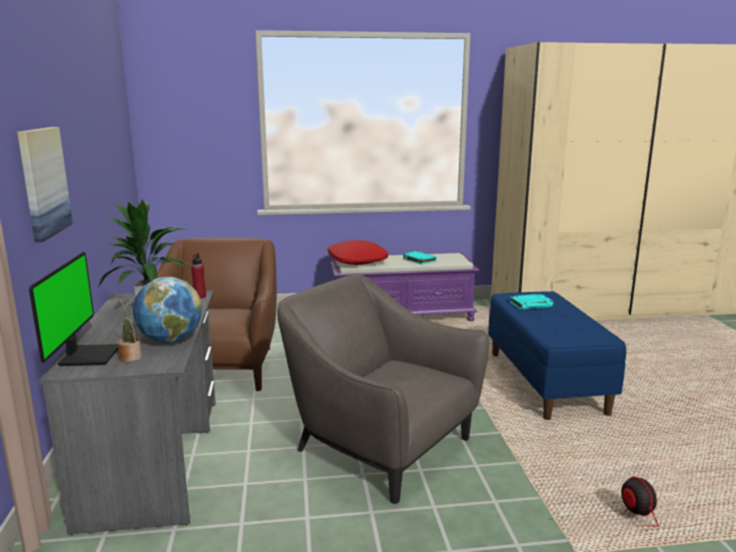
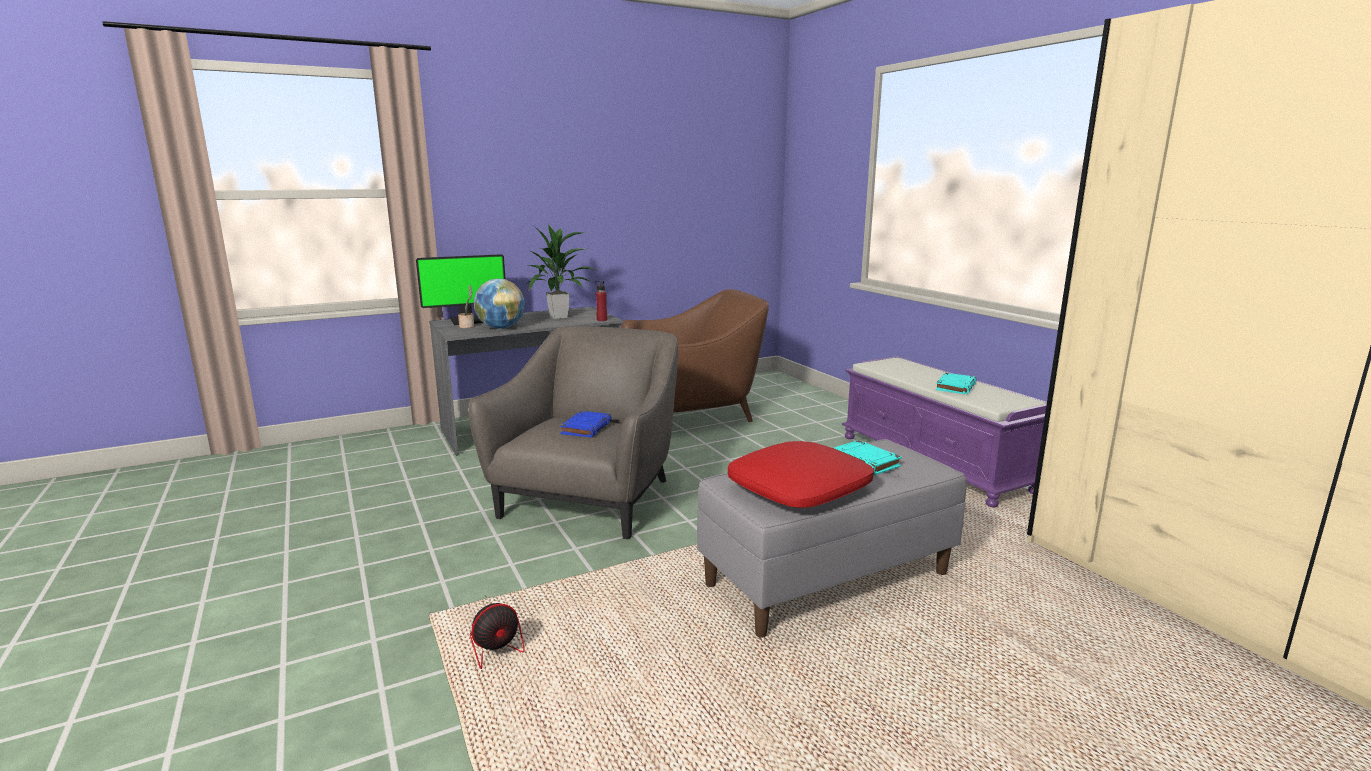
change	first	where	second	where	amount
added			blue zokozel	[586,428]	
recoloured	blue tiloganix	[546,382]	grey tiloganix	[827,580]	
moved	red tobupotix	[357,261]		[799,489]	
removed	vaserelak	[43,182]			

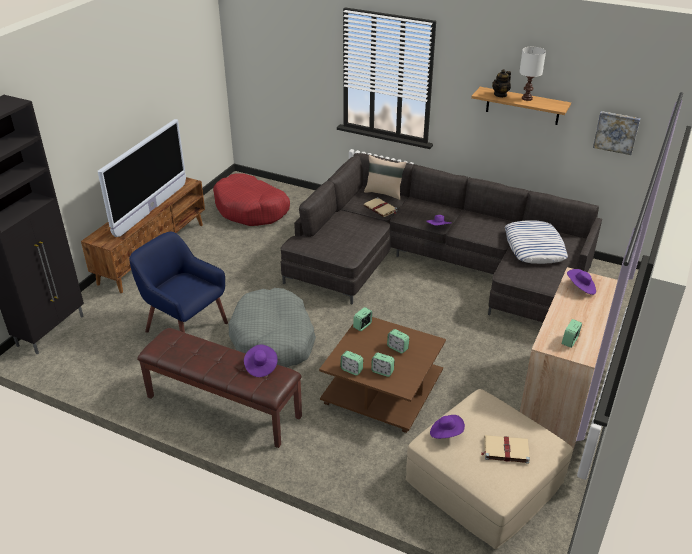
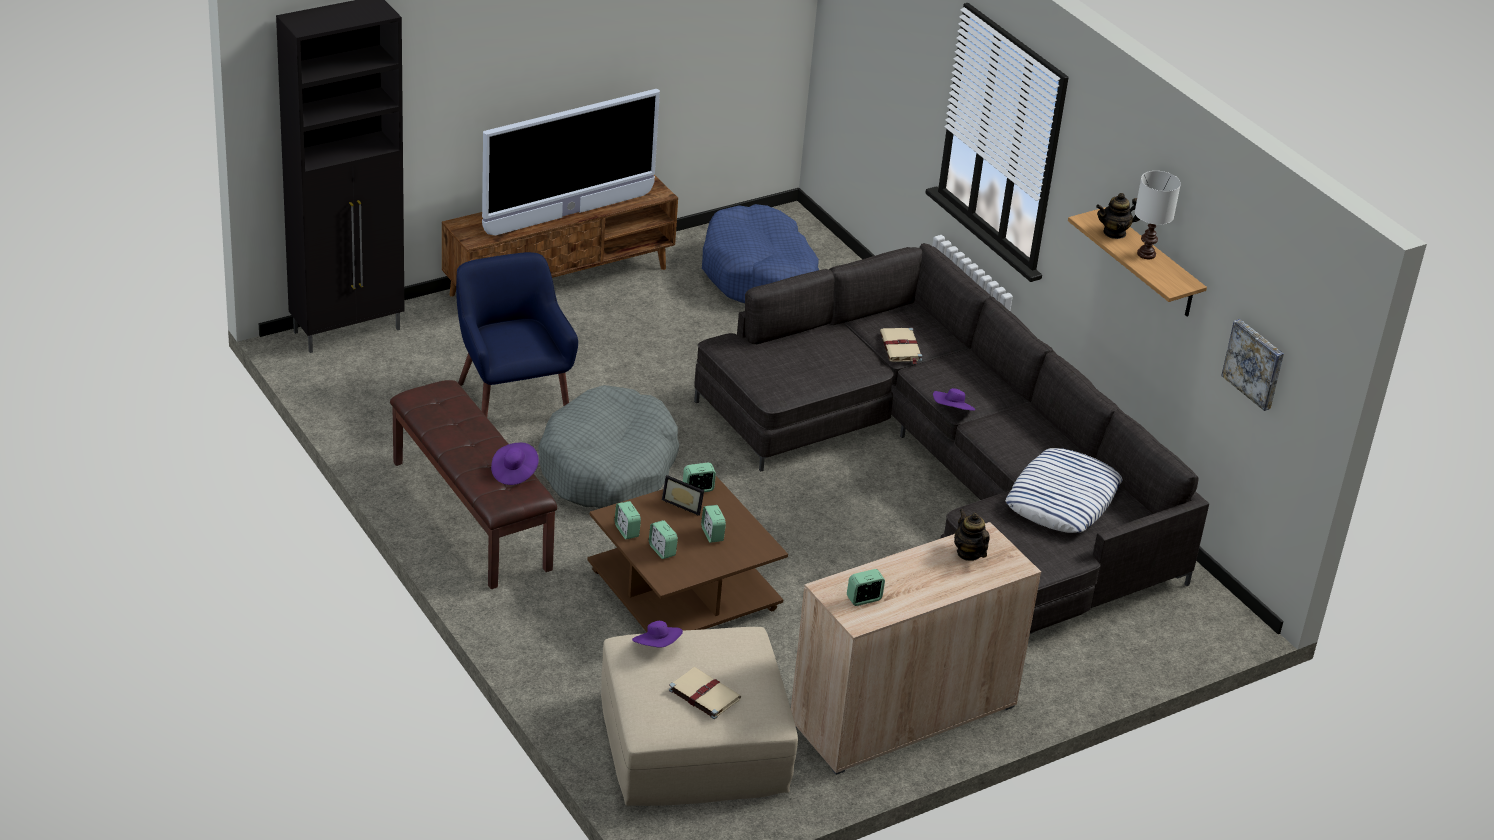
change	first	where	second	where	amount
added			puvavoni	[684,504]	
recoloured	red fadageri	[251,209]	blue fadageri	[759,274]	
replaced	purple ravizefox	[581,288]	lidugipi	[969,553]	
removed	beige tobupotix	[384,193]			

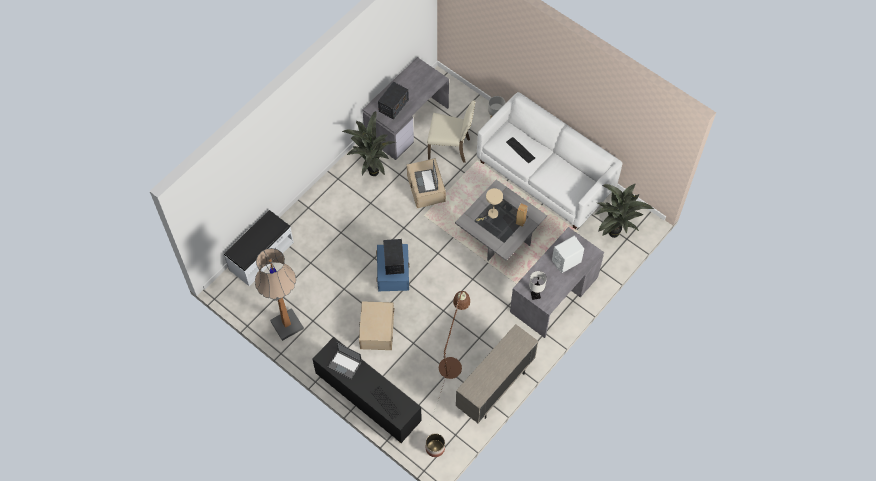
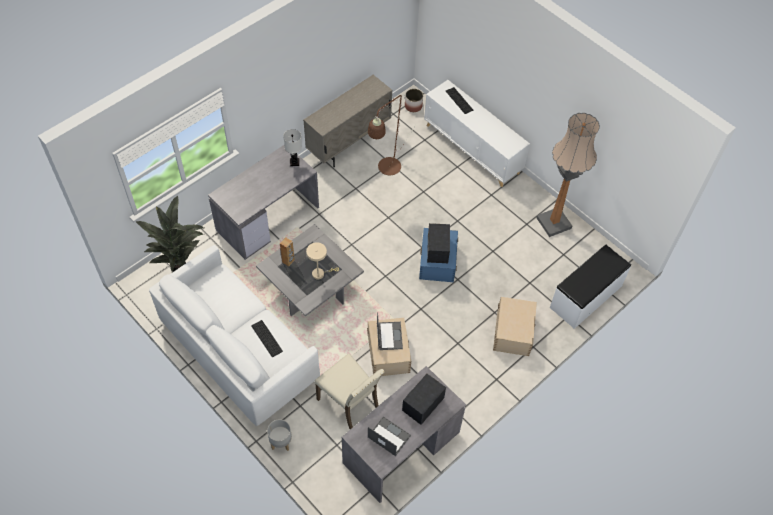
change	first	where	second	where	amount
turned	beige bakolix	[450,148]		[350,403]	150 degrees counterclockwise
moved	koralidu	[345,364]		[388,436]	
recoloured	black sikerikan	[368,400]	white sikerikan	[472,149]	
moved	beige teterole	[376,330]		[513,332]	
removed	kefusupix	[371,172]			
removed	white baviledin	[566,261]			

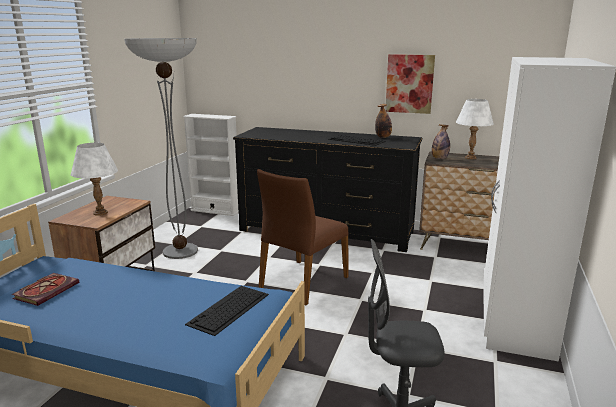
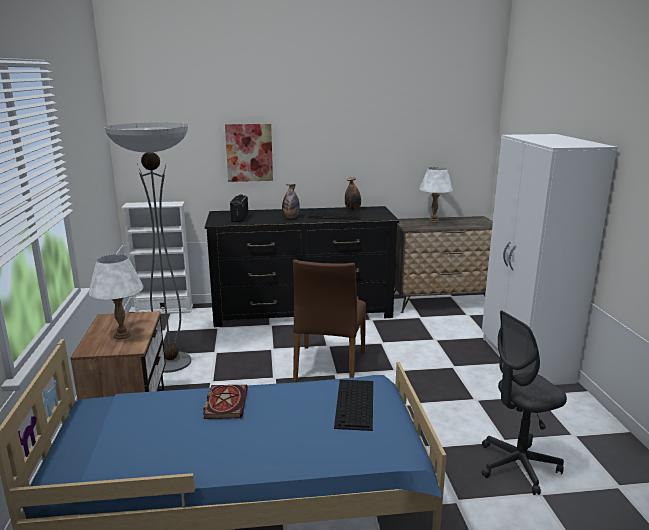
change	first	where	second	where	amount
moved	zokozel	[47,290]		[225,403]	
moved	vaserelak	[409,84]		[249,152]	
added			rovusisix	[239,218]	
moved	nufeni	[439,158]		[291,217]	

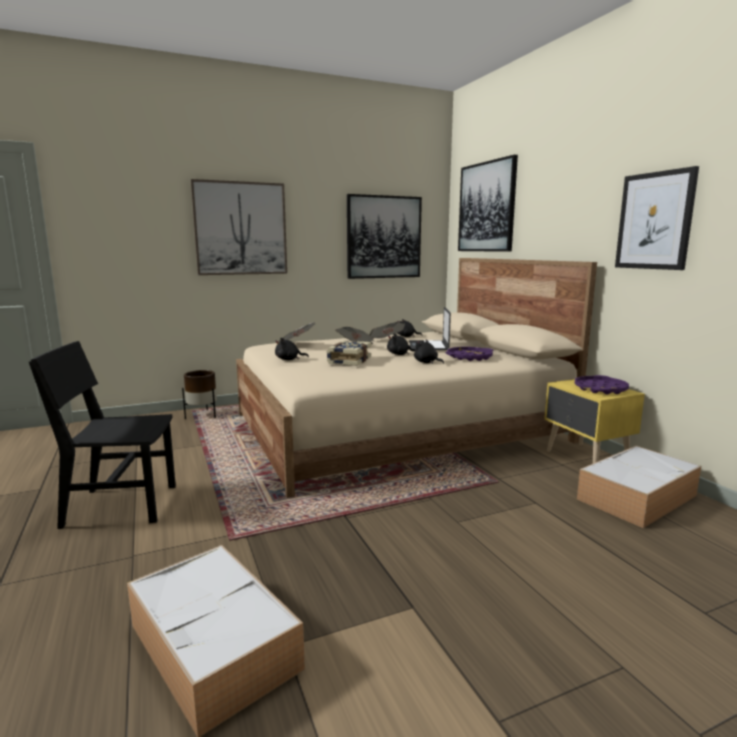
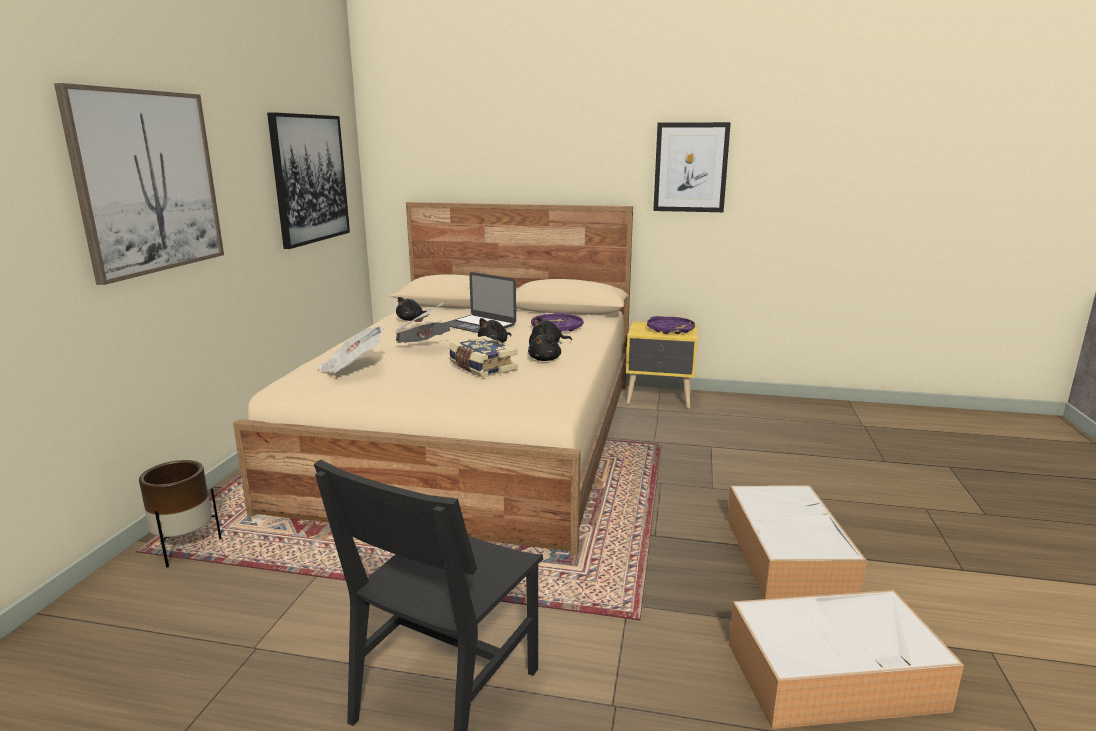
change	first	where	second	where	amount
moved	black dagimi	[289,359]		[545,359]	
moved	teterole	[637,496]		[785,555]	
removed	vaserelak	[486,207]			

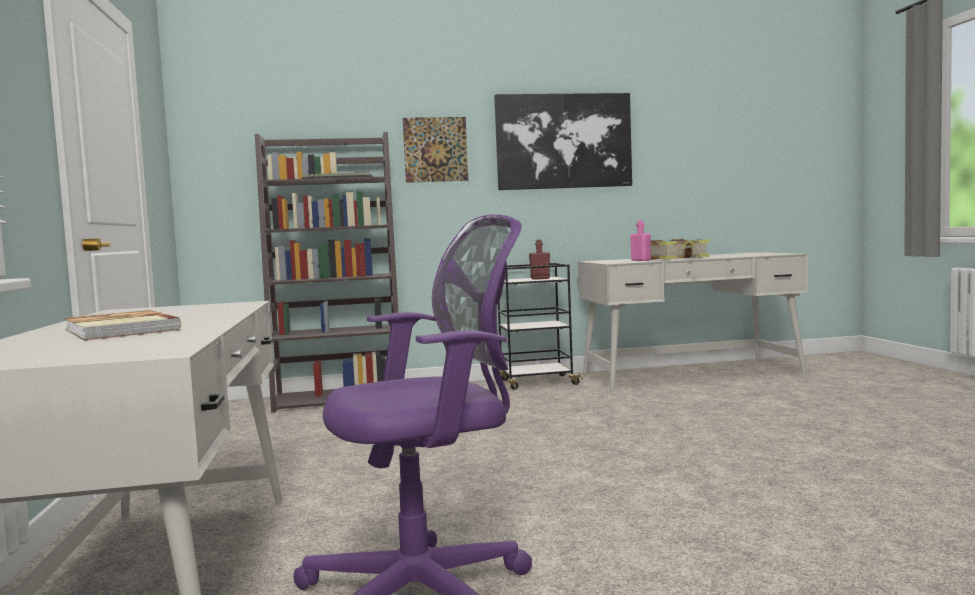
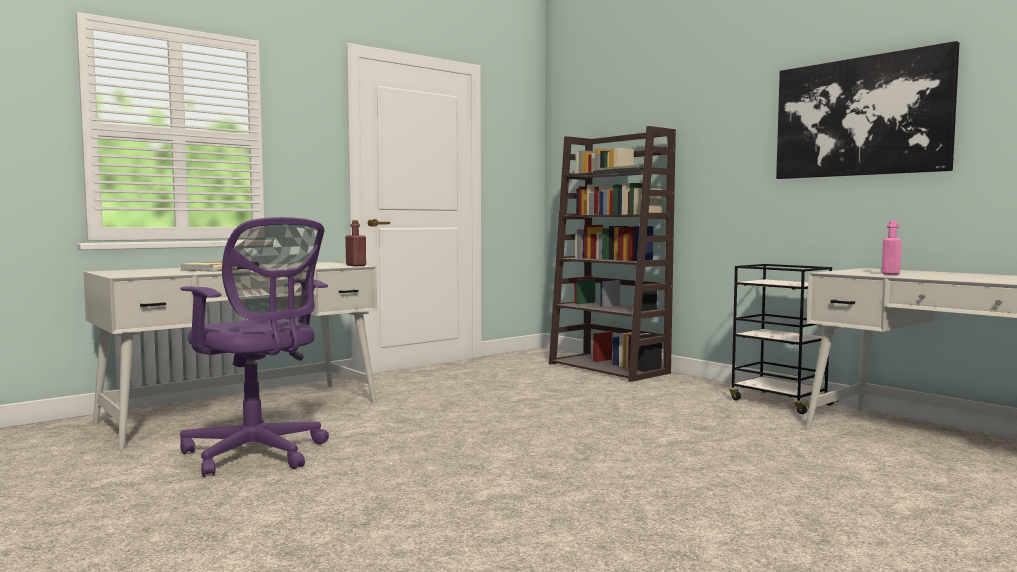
change	first	where	second	where	amount
moved	red nufeni	[540,279]		[356,265]	
removed	vaserelak	[435,149]			
removed	zokozel	[677,258]			

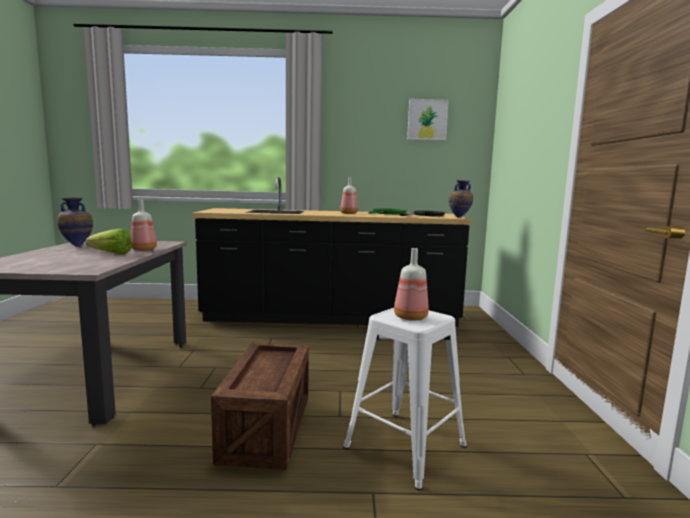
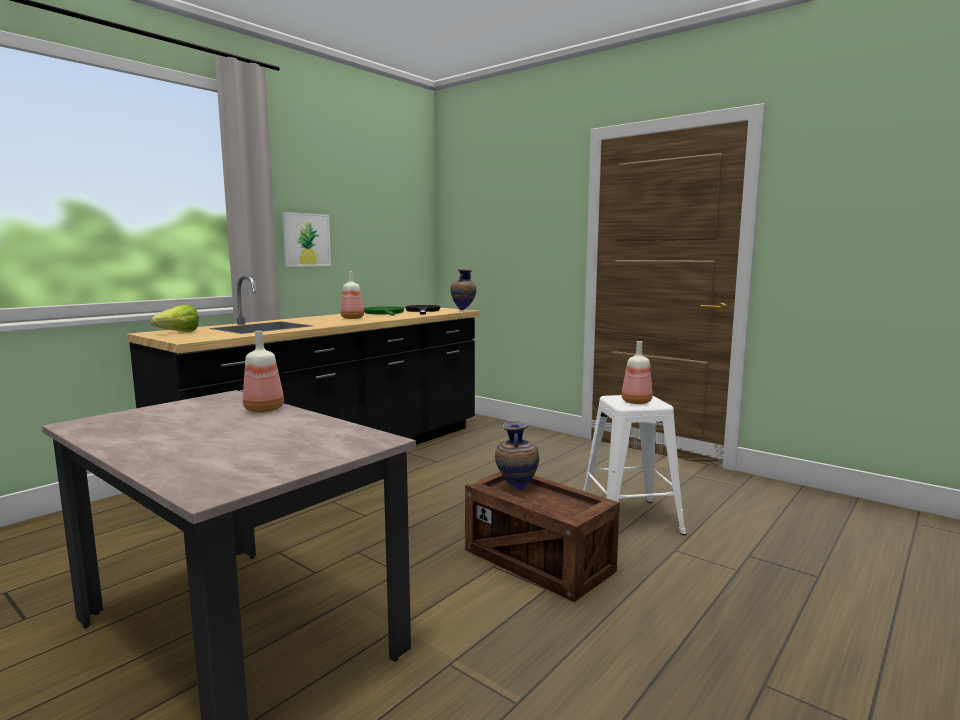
change	first	where	second	where	amount
moved	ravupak	[109,254]		[174,333]	
moved	vaserelak	[427,119]		[306,240]	
moved	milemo	[77,246]		[516,489]	

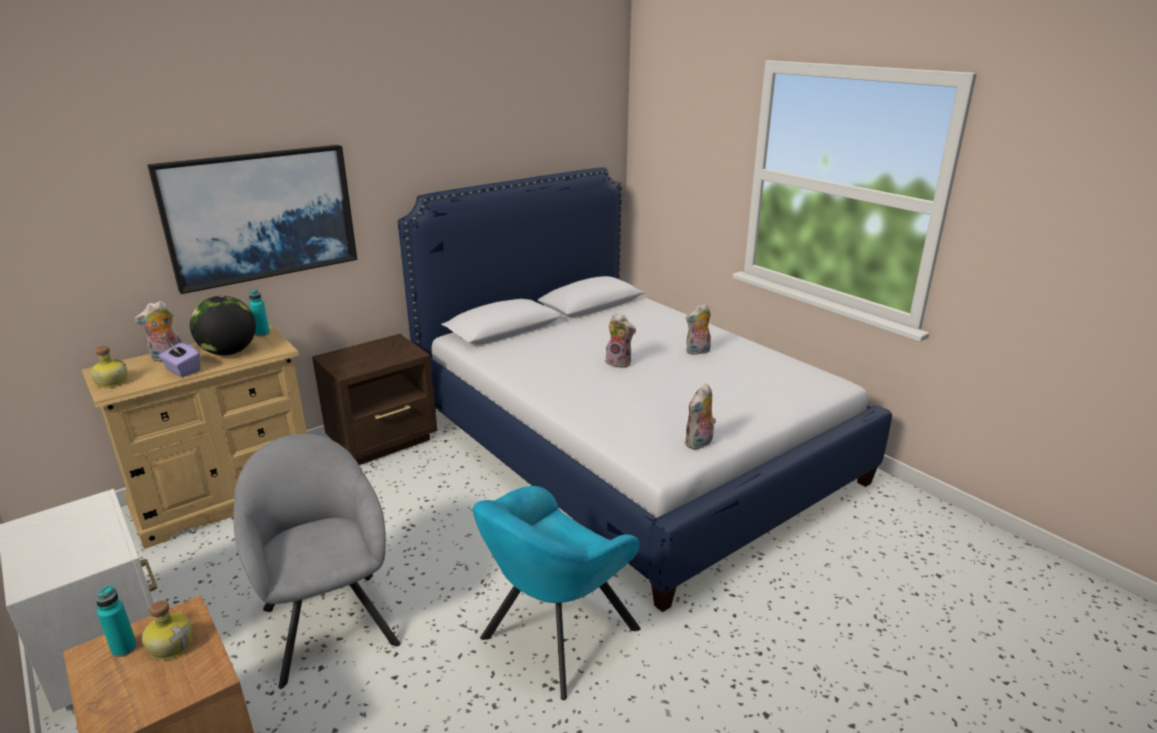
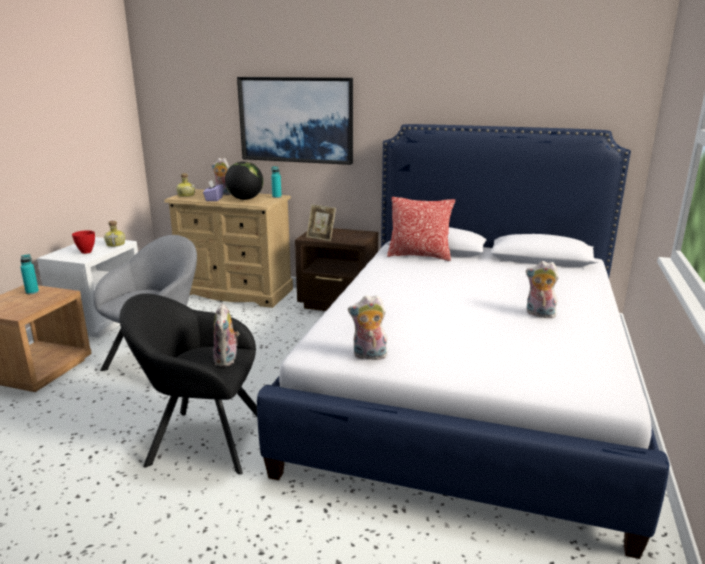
change	first	where	second	where	amount
added			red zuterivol	[87,252]	
moved	nufeni	[171,645]		[116,244]	
recoloured	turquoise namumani	[554,637]	black namumani	[201,439]	
moved	dagimi	[619,362]		[227,360]	
added			puvavoni	[321,238]	
added			tobupotix	[419,256]	

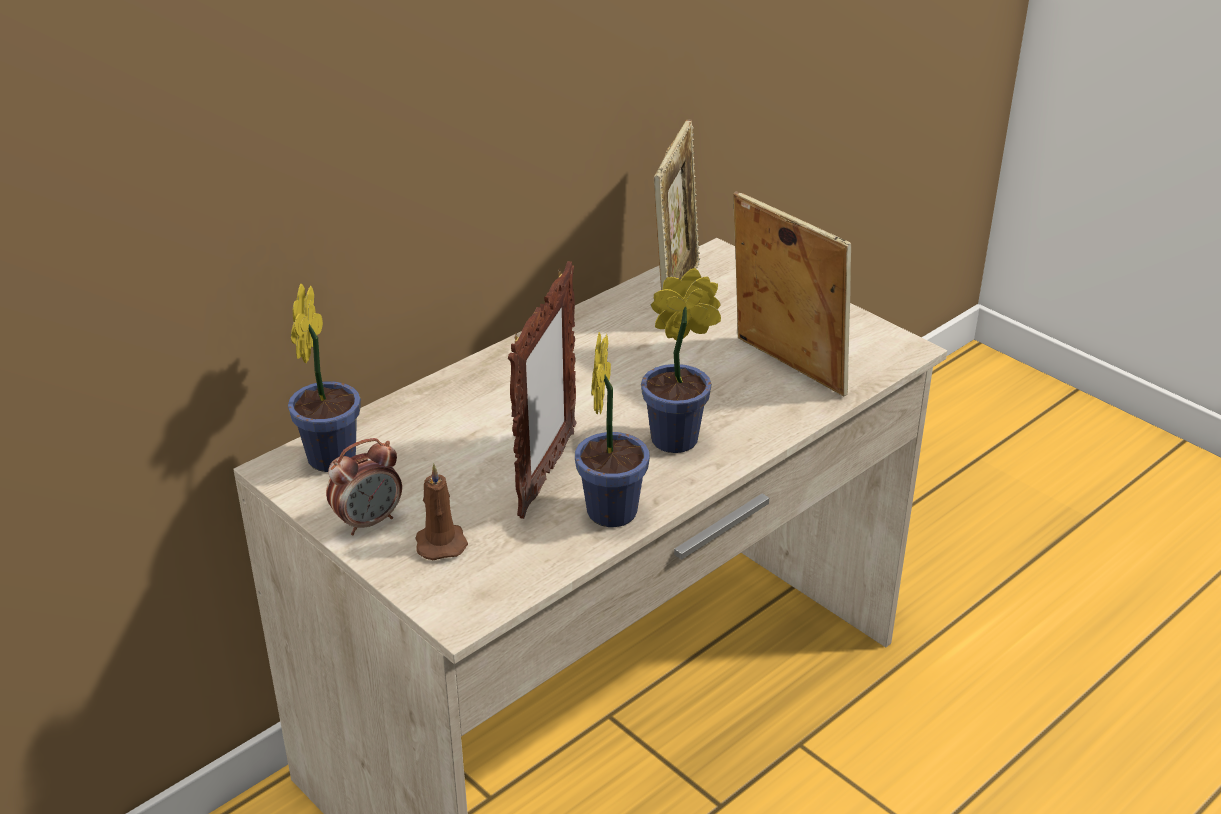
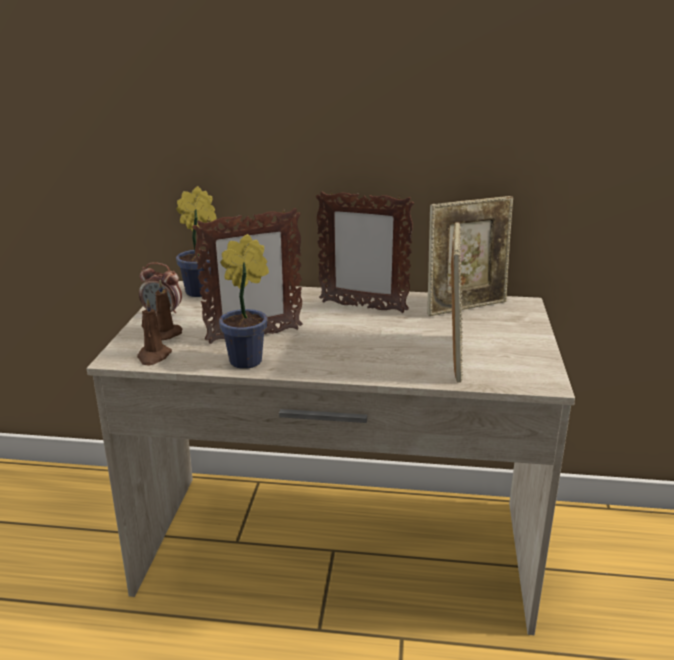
change	first	where	second	where	amount
added			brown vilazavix	[153,356]	
added			puvavoni	[362,307]	
removed	kefusupix	[681,438]			

